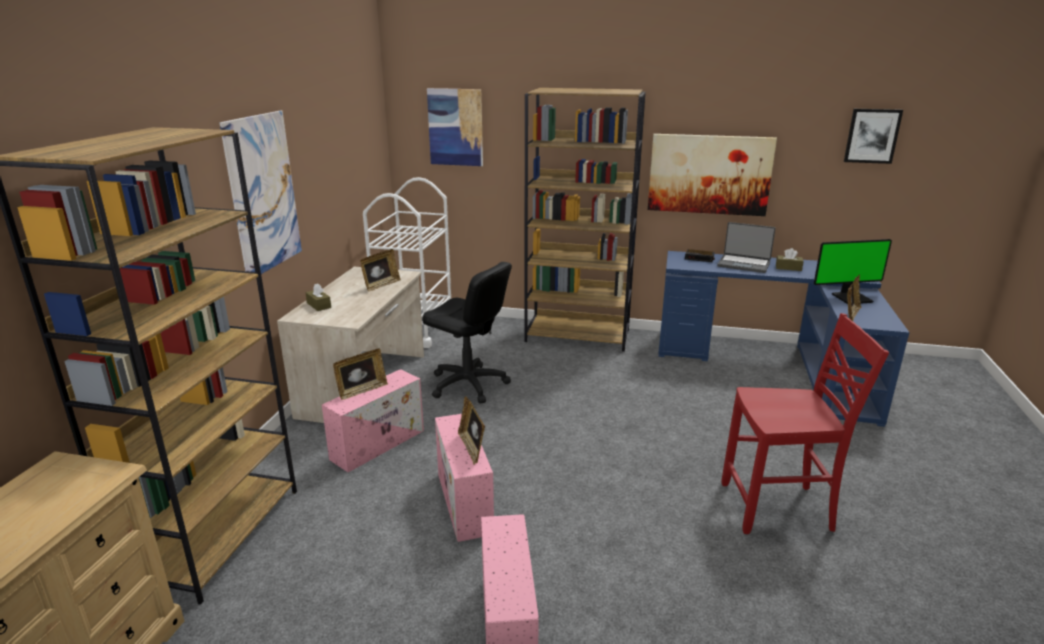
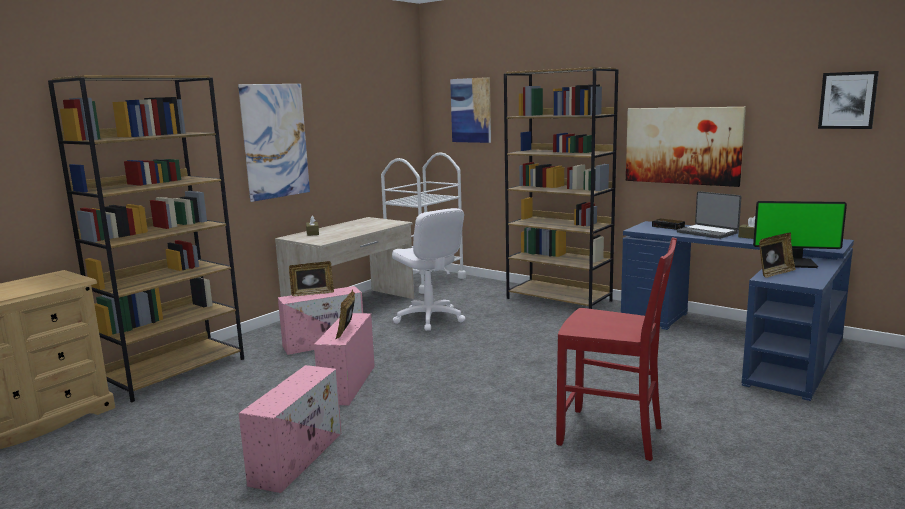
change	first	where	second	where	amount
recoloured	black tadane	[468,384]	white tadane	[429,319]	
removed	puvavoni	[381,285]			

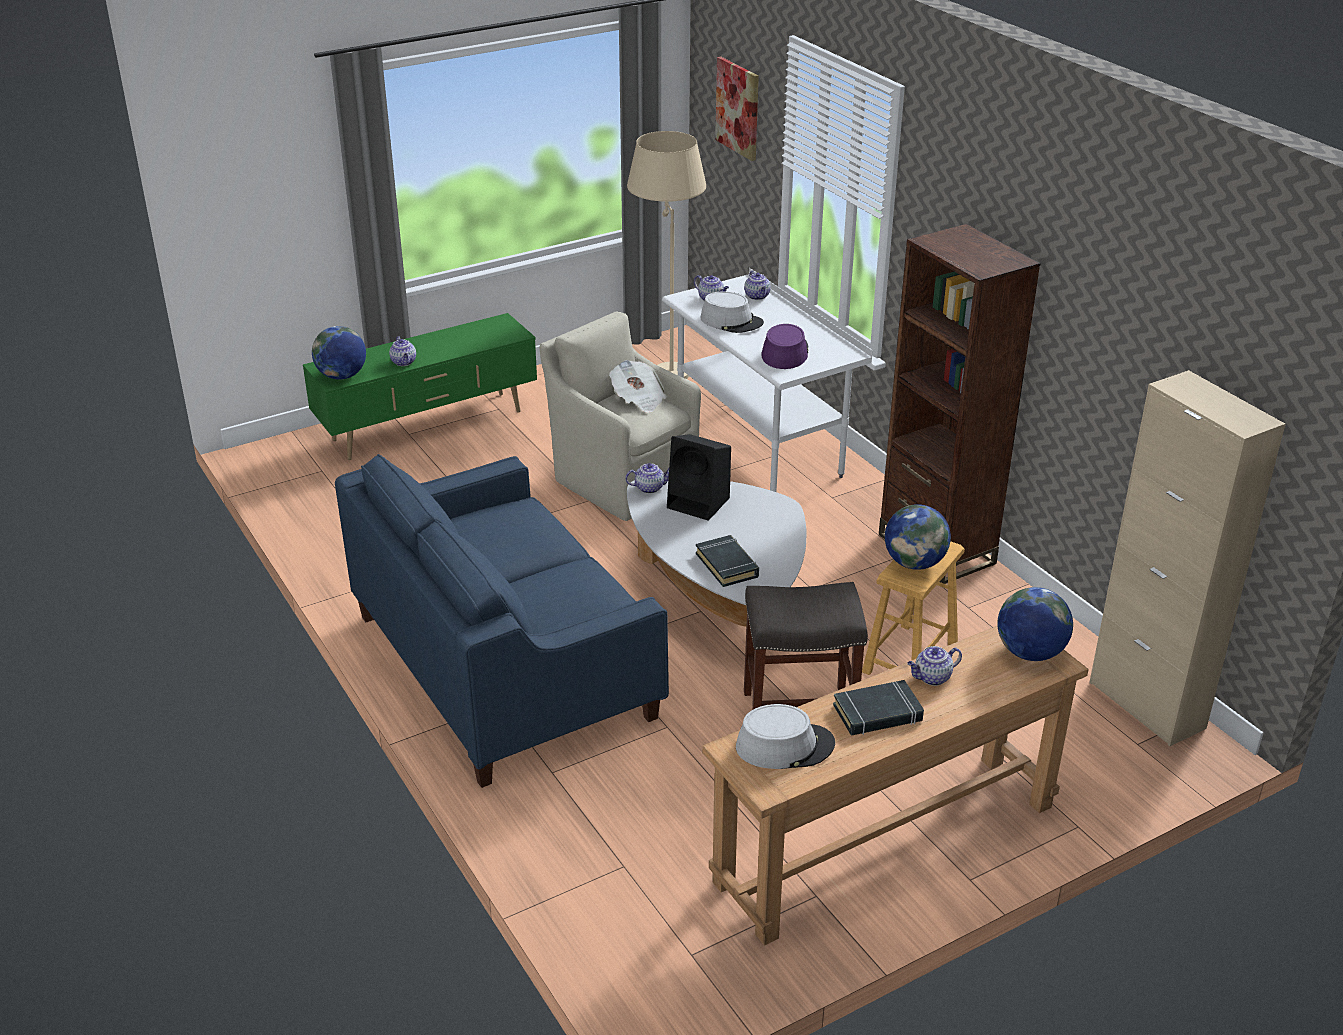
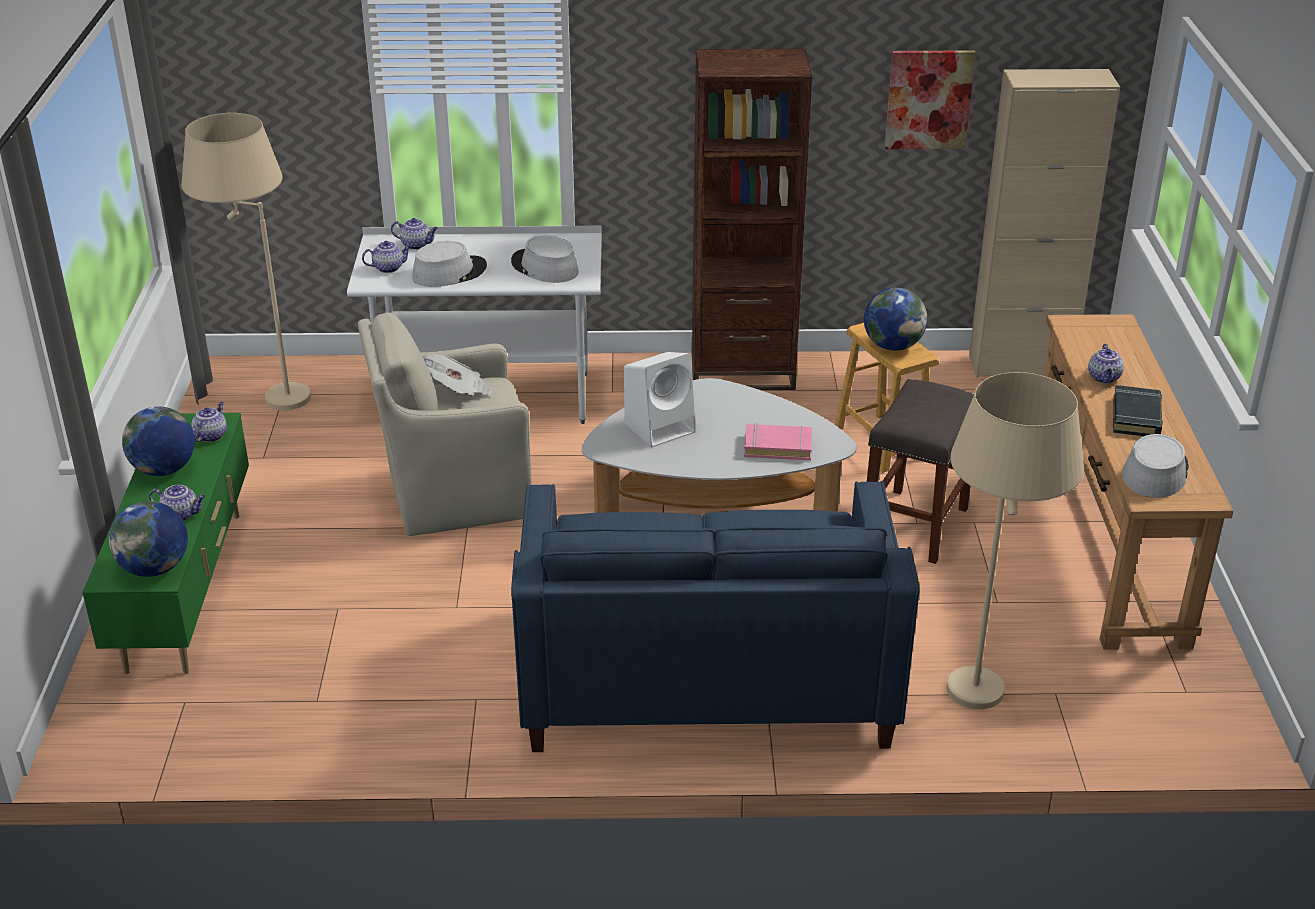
change	first	where	second	where	amount
moved	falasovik	[1030,652]		[164,470]	
moved	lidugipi	[650,488]		[211,435]	
recoloured	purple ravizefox	[785,352]	grey ravizefox	[544,267]	
recoloured	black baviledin	[700,503]	white baviledin	[661,427]	
recoloured	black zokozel	[727,565]	pink zokozel	[778,447]	
moved	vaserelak	[738,108]		[928,99]	
added			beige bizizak	[980,712]	

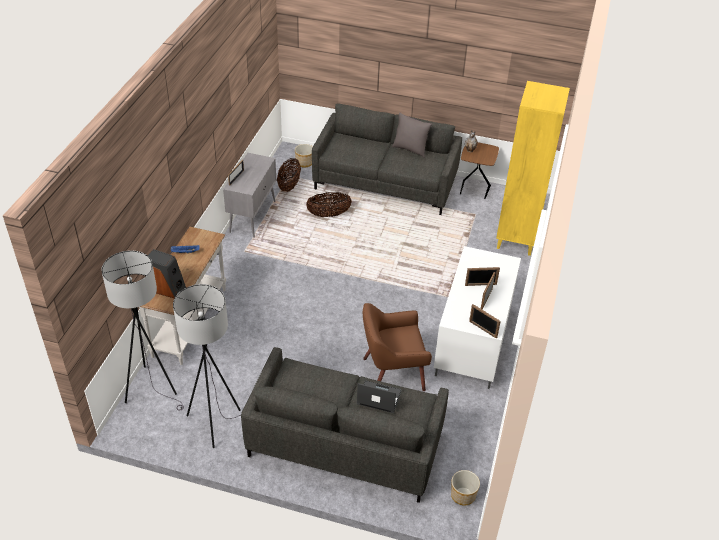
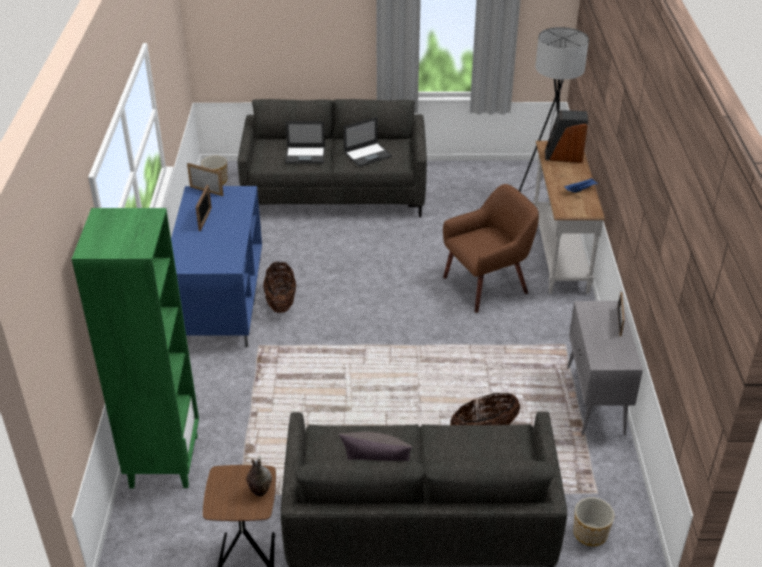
change	first	where	second	where	amount
recoloured	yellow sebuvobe	[517,239]	green sebuvobe	[163,461]	
recoloured	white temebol	[473,342]	blue temebol	[220,300]	
moved	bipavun	[289,185]		[281,302]	
added			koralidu	[368,154]	
moved	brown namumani	[392,373]		[487,285]	
removed	grey bizizak	[217,421]			
removed	puvavoni	[480,285]			

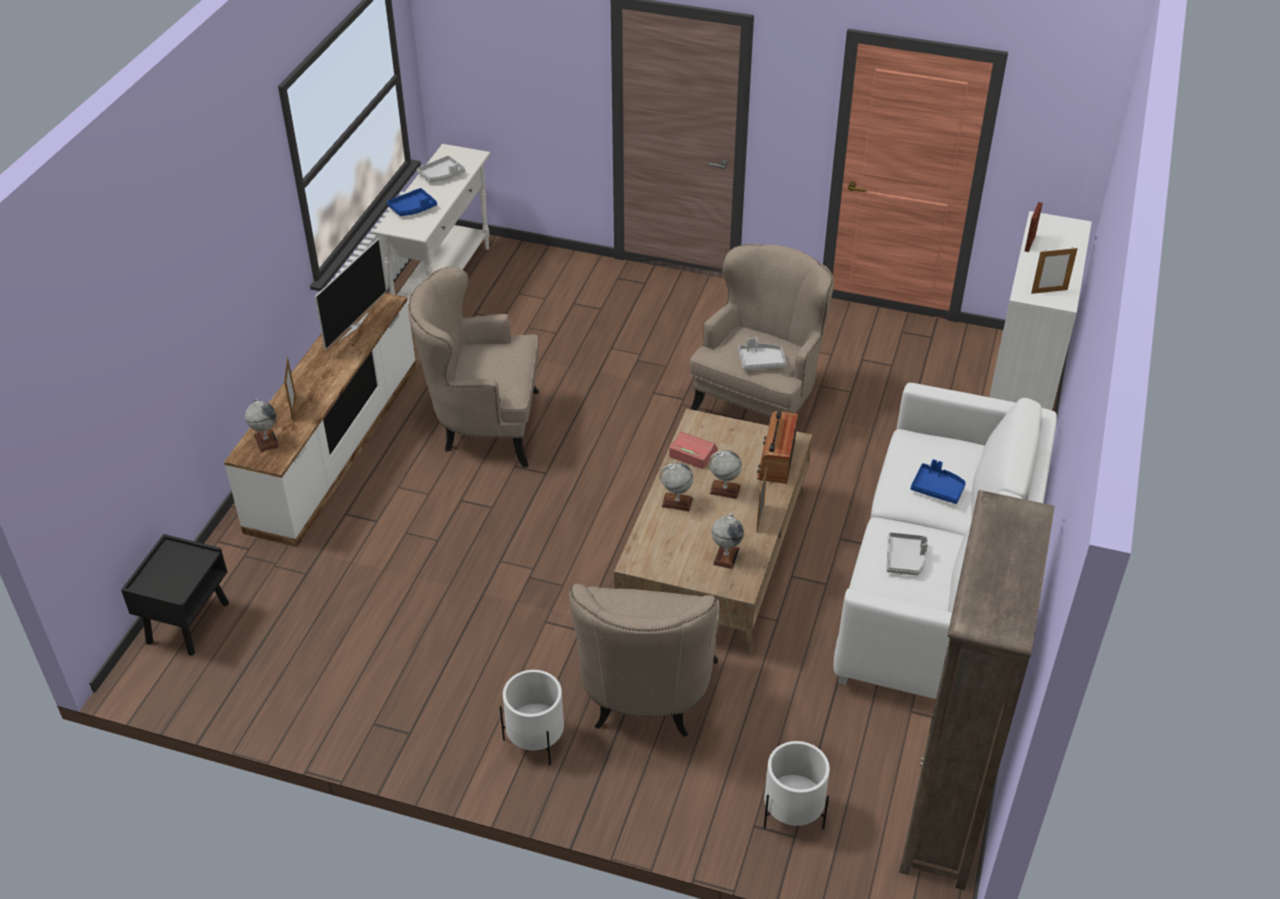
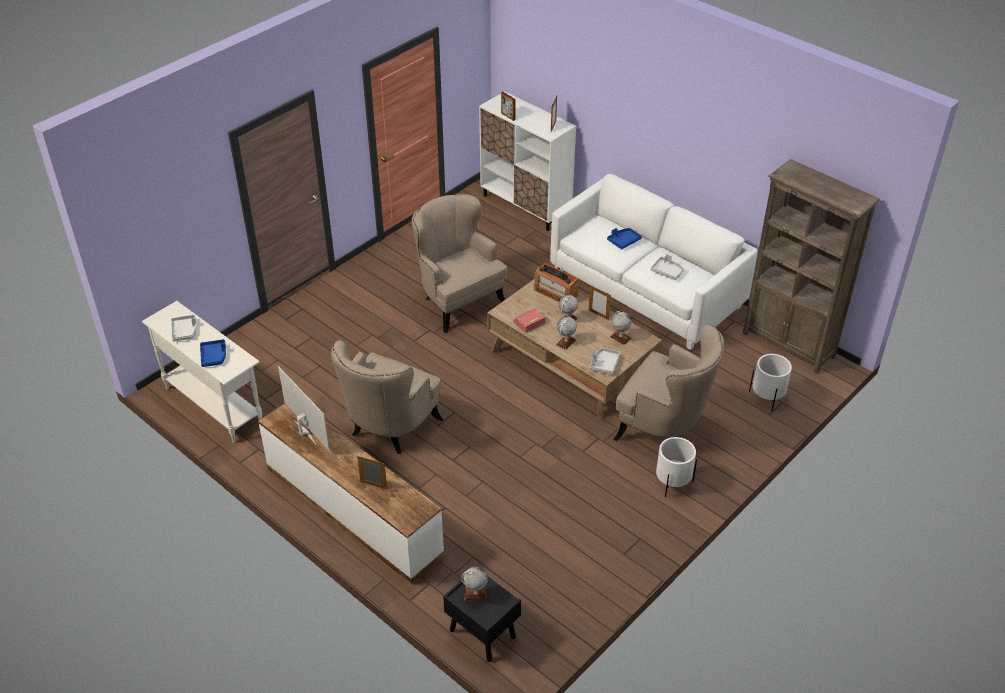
change	first	where	second	where	amount
moved	falasovik	[266,441]		[475,594]	
moved	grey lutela	[761,361]		[604,364]	

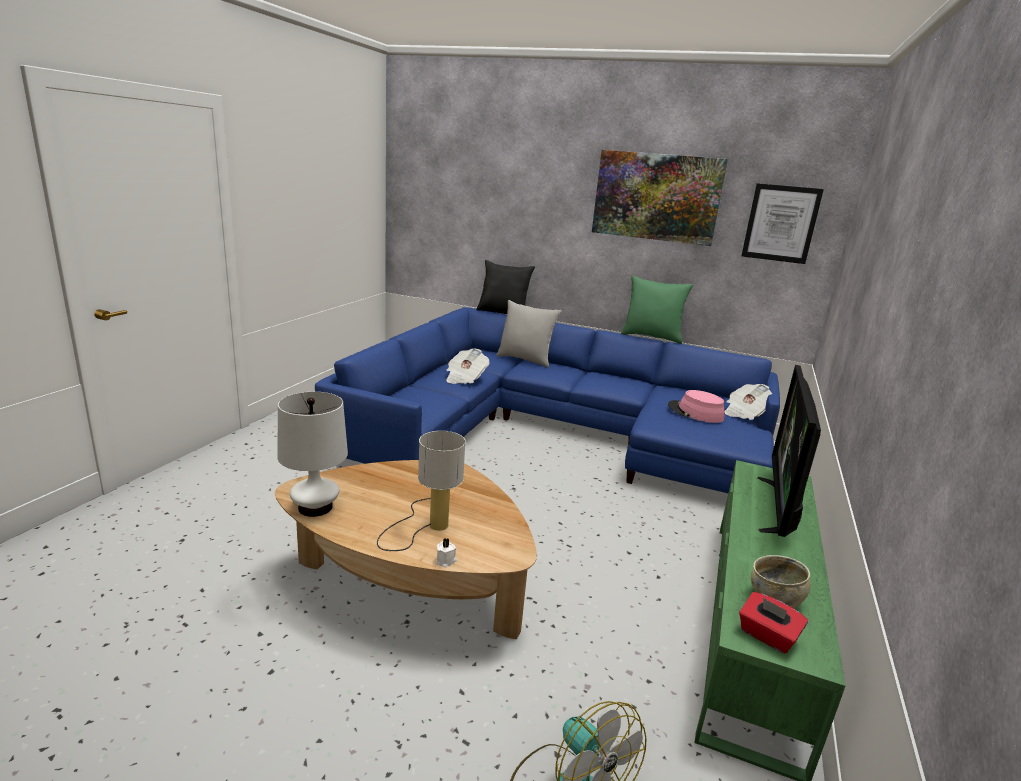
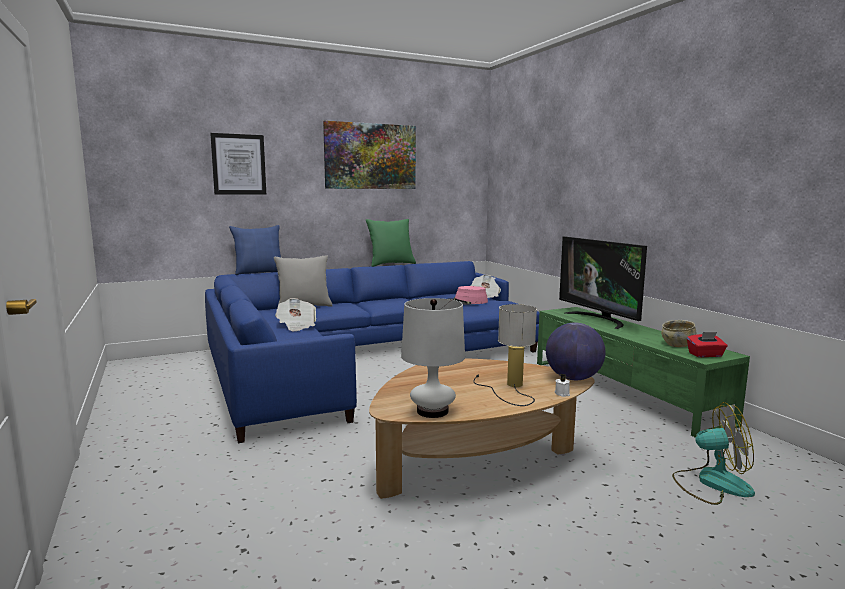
change	first	where	second	where	amount
moved	vaserelak	[780,223]		[239,164]	
recoloured	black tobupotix	[503,312]	blue tobupotix	[259,272]	
added			falasovik	[573,378]	

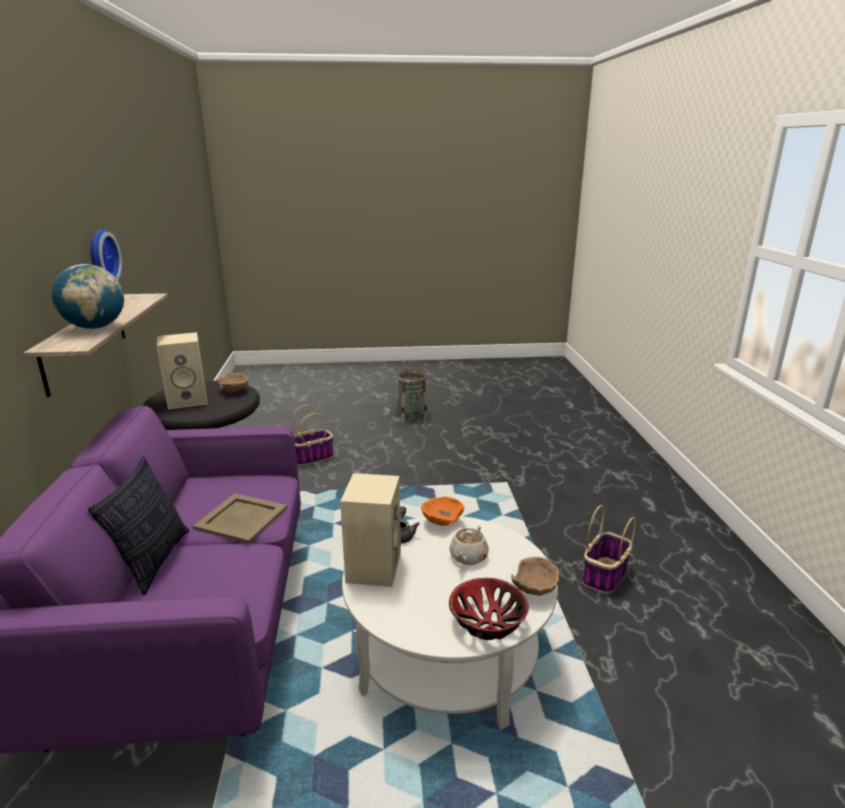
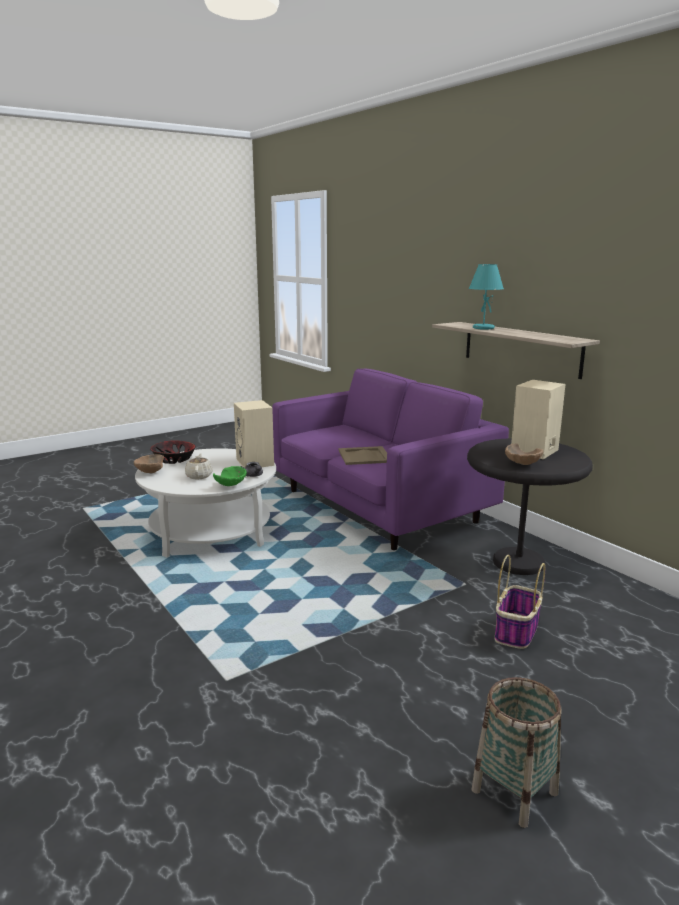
change	first	where	second	where	amount
recoloured	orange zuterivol	[441,522]	green zuterivol	[231,486]	
replaced	falasovik	[95,327]	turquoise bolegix	[482,328]	
removed	tobupotix	[153,561]			
removed	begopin	[101,257]			
removed	bipavun	[604,576]			

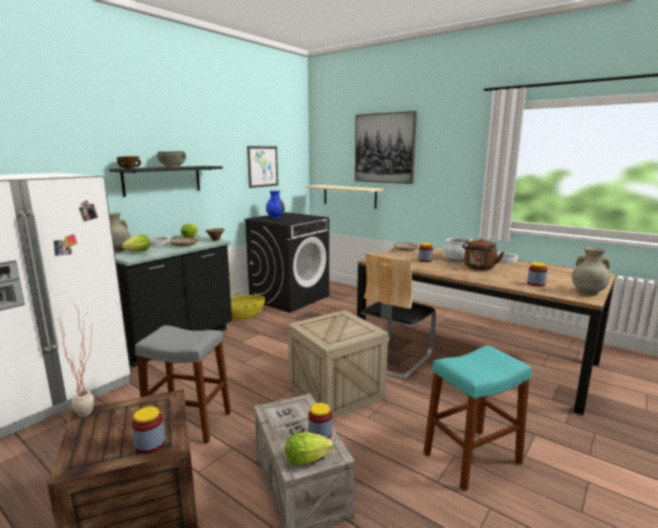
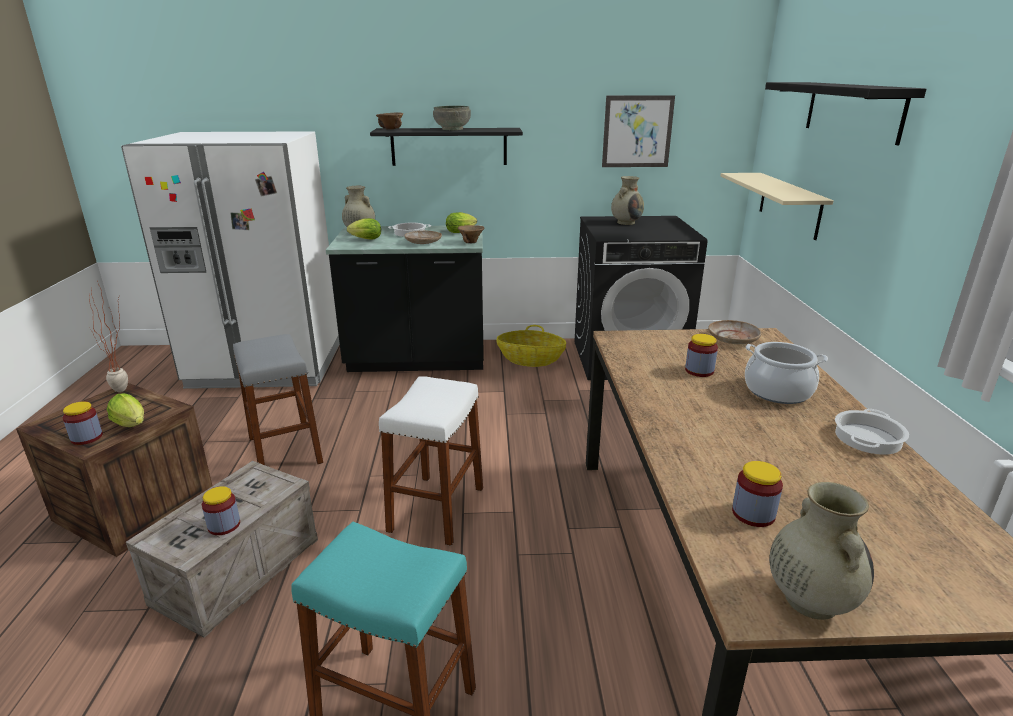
change	first	where	second	where	amount
moved	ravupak	[309,459]		[132,425]	
replaced	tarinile	[336,391]	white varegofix	[436,509]	
recoloured	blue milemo	[275,217]	beige milemo	[626,222]	
replaced	vaserelak	[384,148]	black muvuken	[853,110]	
removed	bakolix	[395,358]			
removed	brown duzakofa	[479,268]			

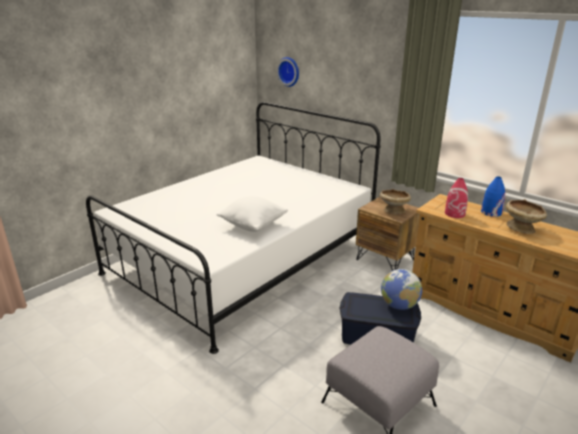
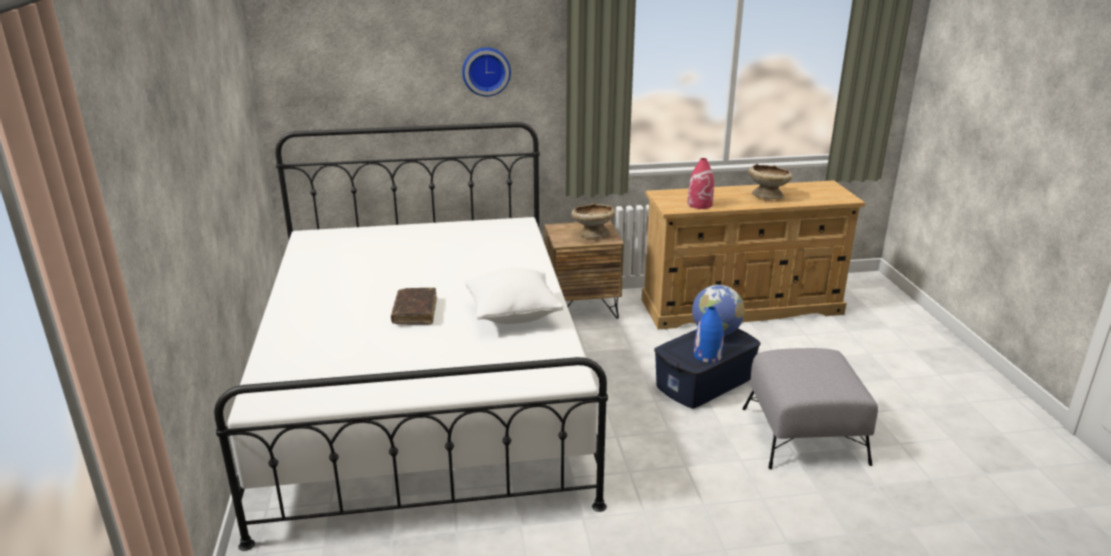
change	first	where	second	where	amount
added			brown zokozel	[415,312]	
moved	begopin	[289,71]		[486,71]	
moved	blue milemo	[491,212]		[707,355]	

